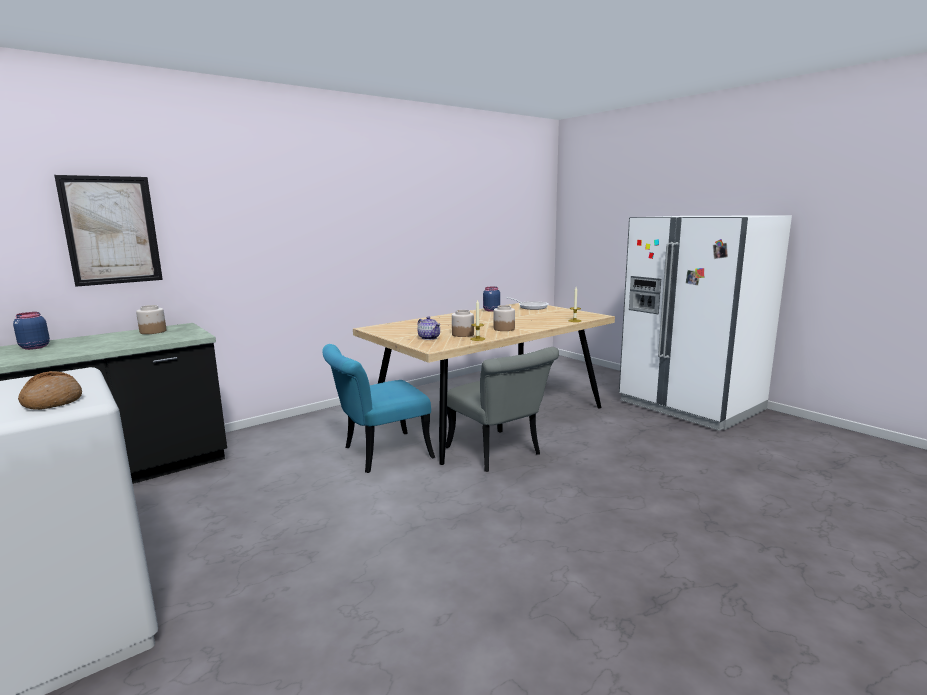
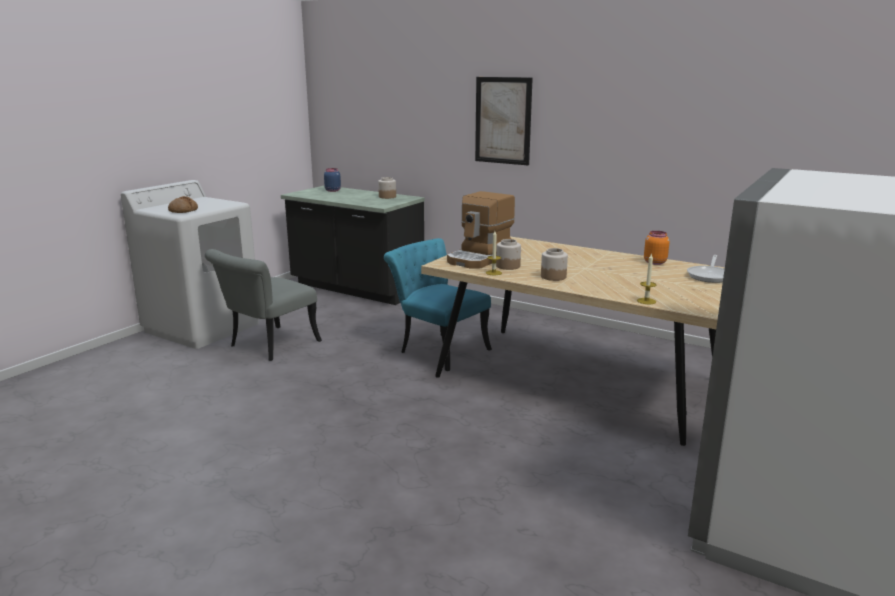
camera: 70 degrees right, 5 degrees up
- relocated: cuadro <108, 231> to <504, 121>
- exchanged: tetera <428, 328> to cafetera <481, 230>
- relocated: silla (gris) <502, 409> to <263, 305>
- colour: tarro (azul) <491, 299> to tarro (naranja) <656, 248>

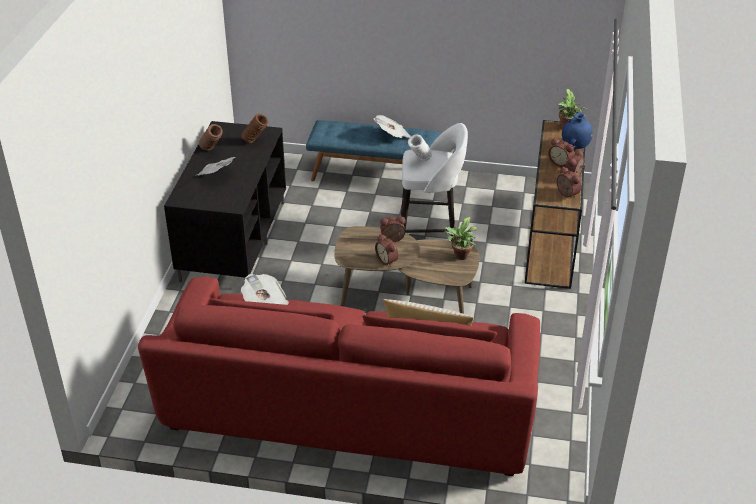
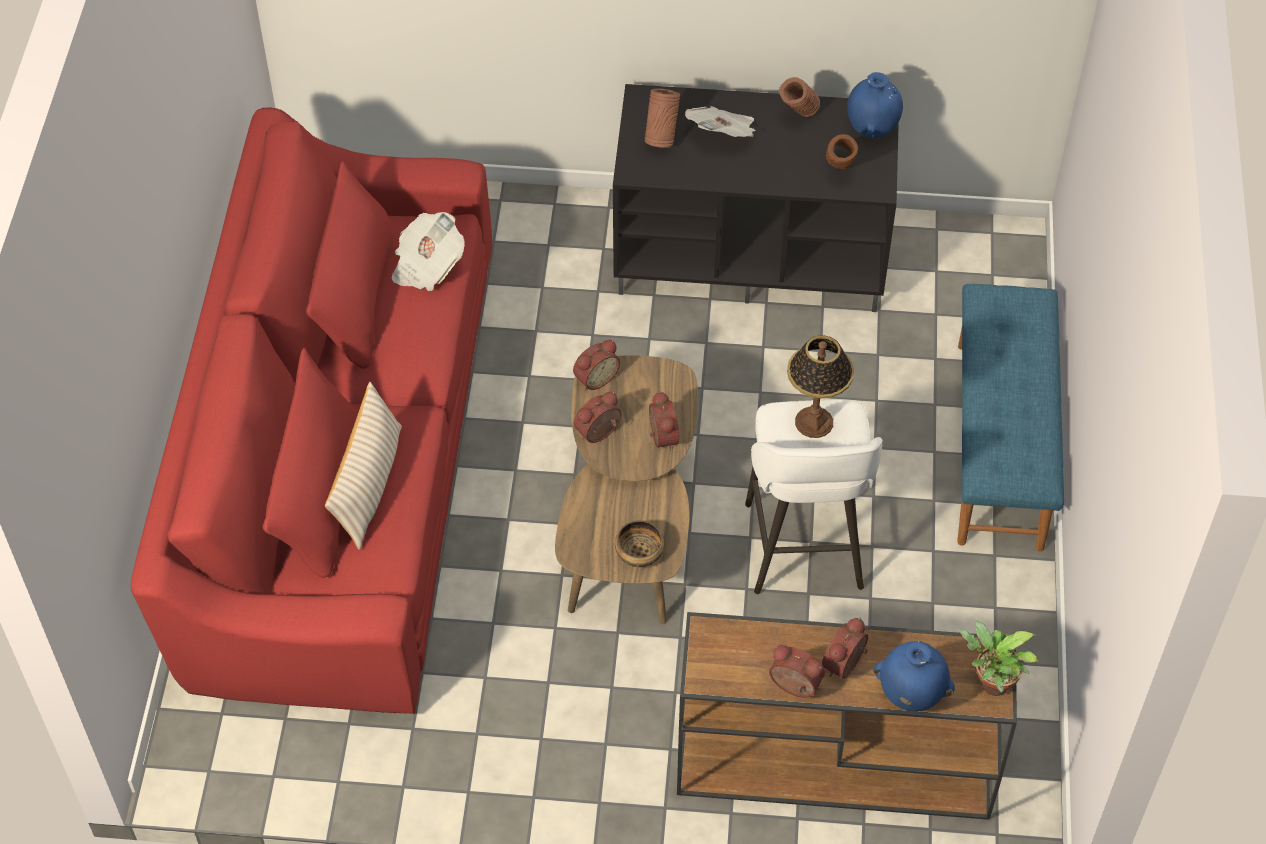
camera: 85 degrees right, 15 degrees up
- missing: periódico <392, 126>
- exchanged: florero (blanco) <420, 147> to lámpara de mesa <820, 386>
- exchanged: planta en maceta <460, 238> to cuenco <639, 543>
- relocated: despertador <569, 182> to <596, 365>
- appeared: florero (marrón) <662, 118>
- appeared: florero (azul) <875, 105>

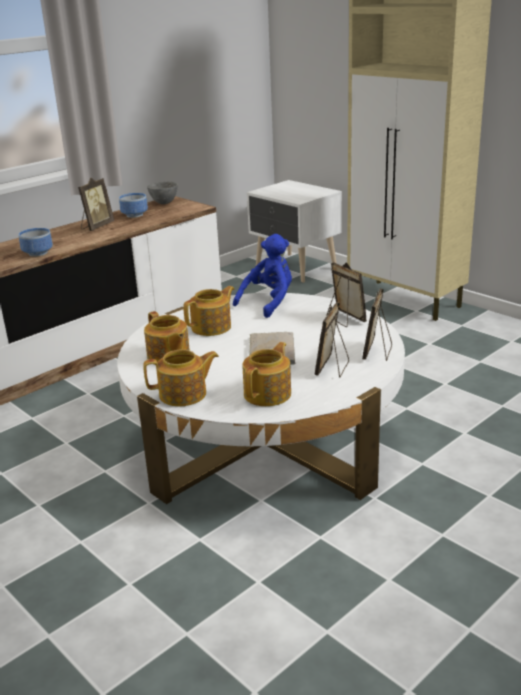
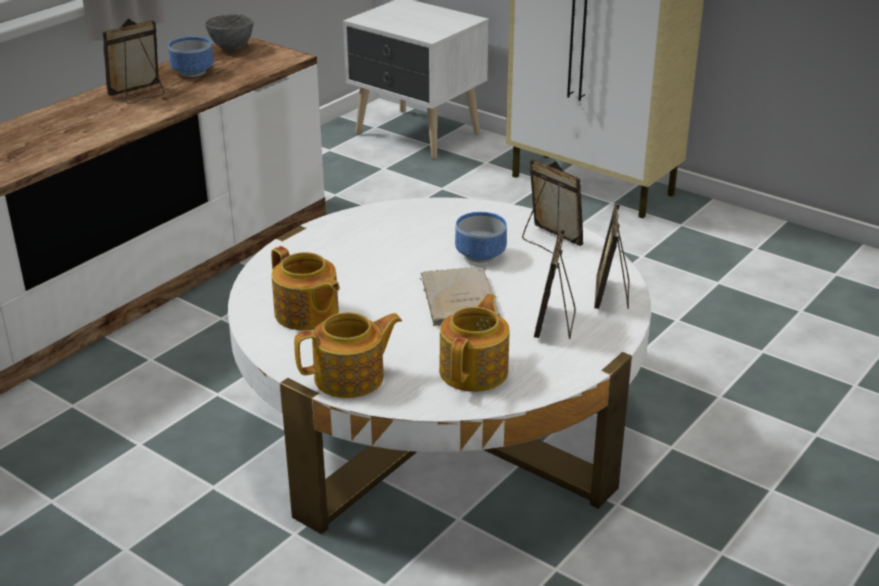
camera: 10 degrees left, 5 degrees up
- relocated: cuenco <35, 242> to <481, 237>
- spun: portarretratos <96, 204> = <133, 61> 150 degrees counterclockwise
- missing: tetera <208, 311>
- missing: peluche (azul) <262, 276>

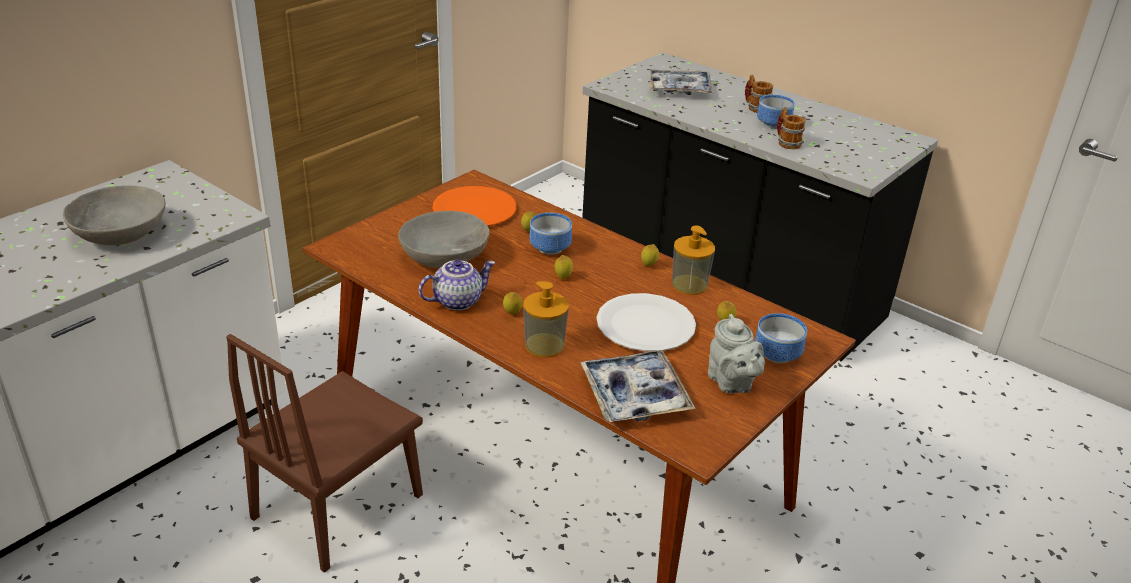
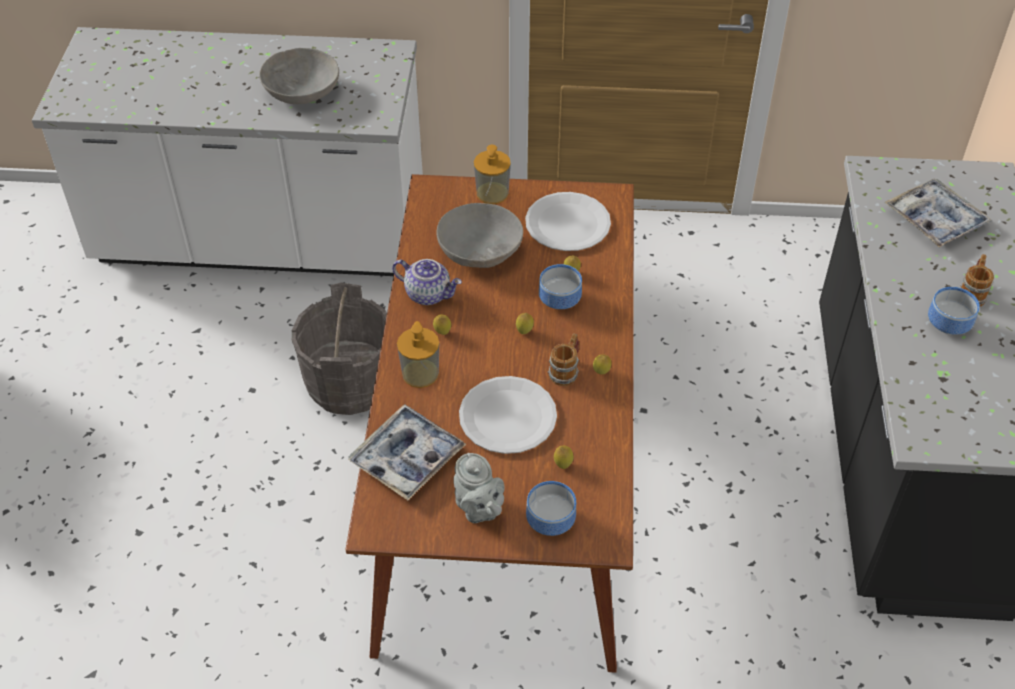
camera: 55 degrees right, 15 degrees up
- exchanged: silla (marrón) <324, 453> to cubo (gris) <339, 348>
- colour: plato (naranja) <474, 206> to plato (blanco) <568, 221>
- relocated: dispensador de jabón <693, 260> to <492, 174>
- spun: tetera (gris) <736, 353> = <479, 488> 60 degrees counterclockwise
- relocated: taza grande <791, 128> to <563, 359>

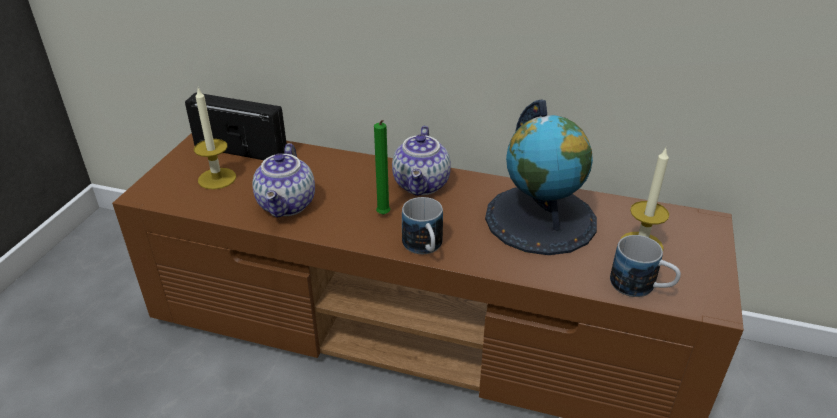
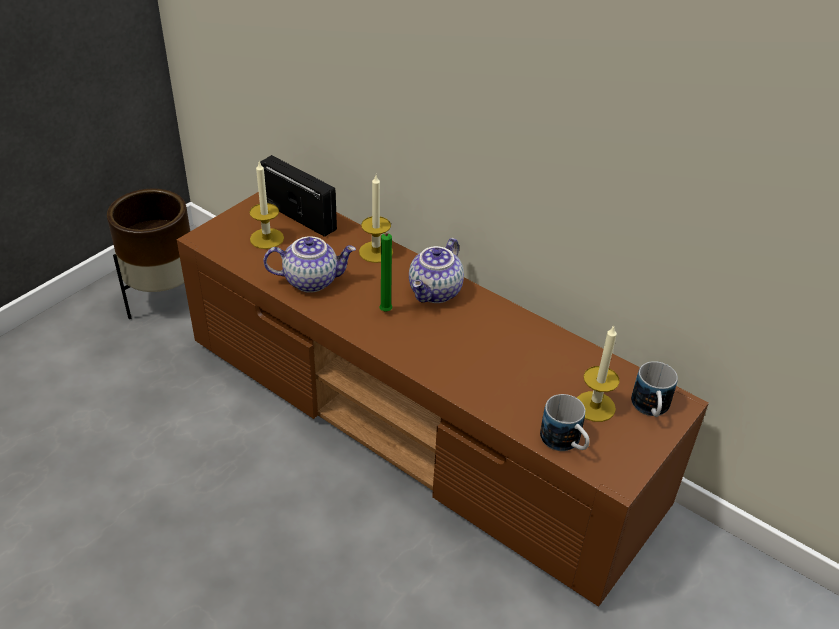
camera: 20 degrees right, 5 degrees up
- spun: tetera <283, 180> = <309, 264> 120 degrees counterclockwise
- relocated: taza grande <422, 225> to <654, 389>
- missing: globo terráqueo <541, 177>
- appeared: maceta (marrón) <148, 254>
- appeared: vela <376, 219>

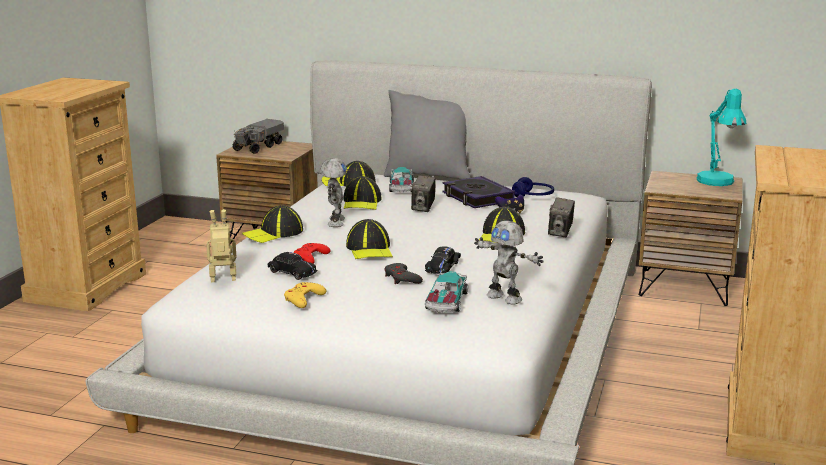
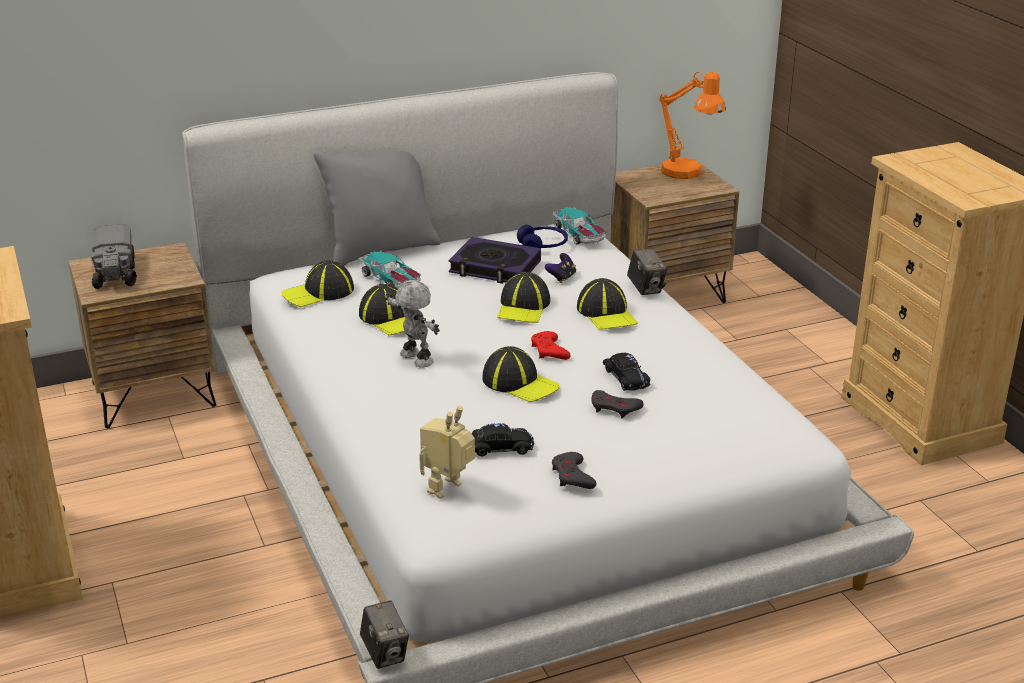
camera: 40 degrees left, 10 degrees up
- relocated: gorra <272, 224> to <523, 297>
- colour: mando de consola (amarillo) <305, 295> to mando de consola (gris) <574, 470>
- relocated: mando de consola (rojo) <312, 253> to <551, 345>
- relocated: cámara <423, 193> to <384, 634>
- relocated: coche de juguete <446, 292> to <579, 225>
- missing: robot de juguete <509, 263>
- colour: lámpara de mesa (turquesa) <721, 137> to lámpara de mesa (naranja) <692, 125>

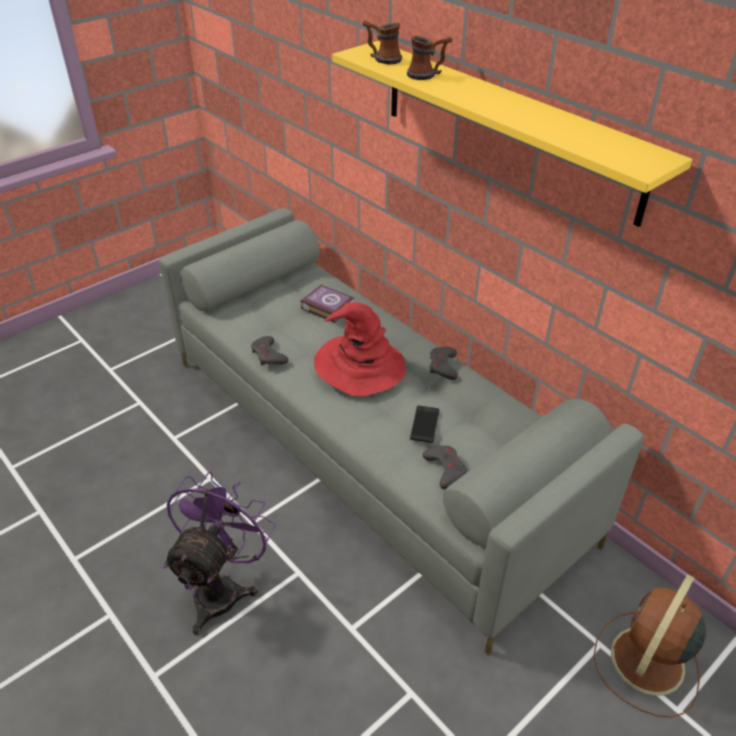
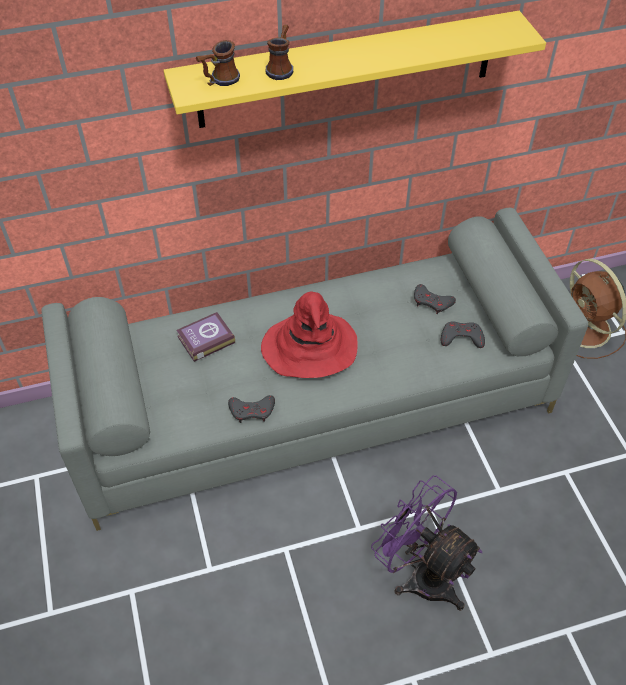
camera: 65 degrees left, 10 degrees up
- missing: móvil <425, 424>
- relocated: mando de consola (gris) <444, 363> to <435, 299>

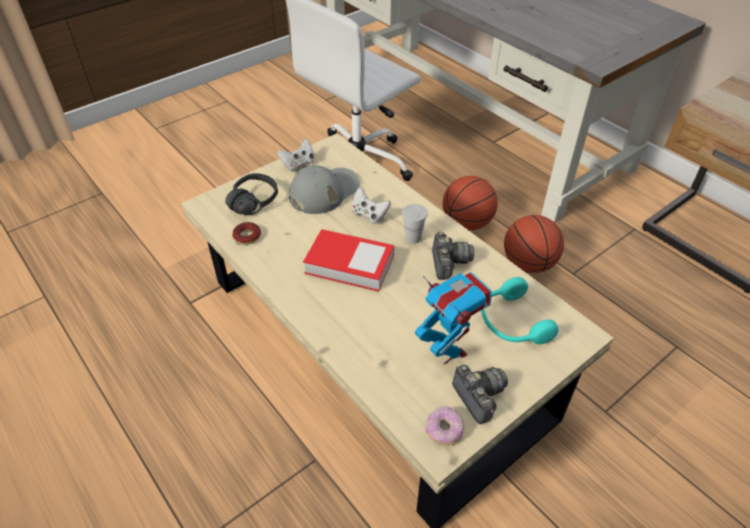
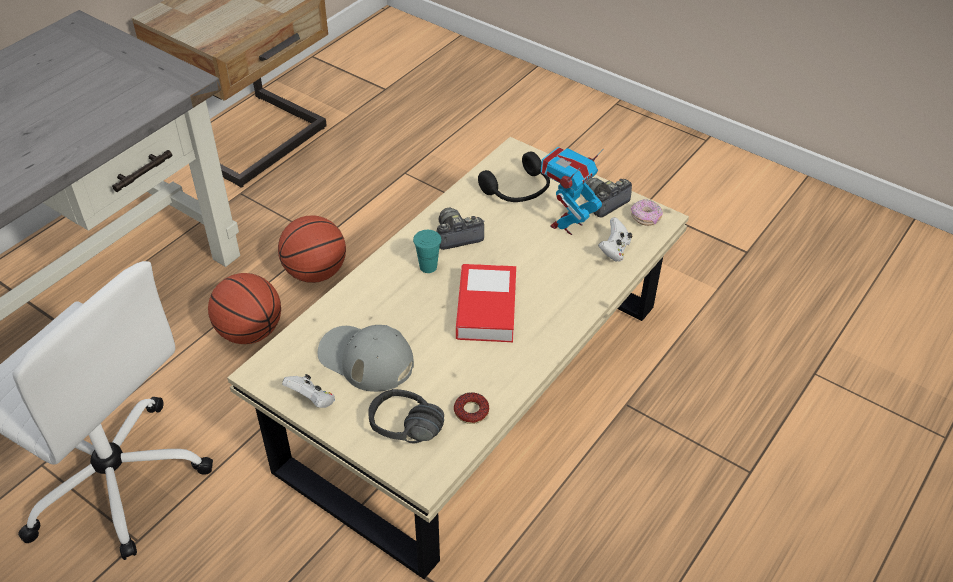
camera: 105 degrees left, 0 degrees up
- relocated: mando de consola (blanco) <371, 205> to <615, 239>
- colour: taza (blanco) <415, 224> to taza (turquesa) <427, 251>
- colour: auriculares (turquesa) <519, 310> to auriculares (negro) <514, 177>

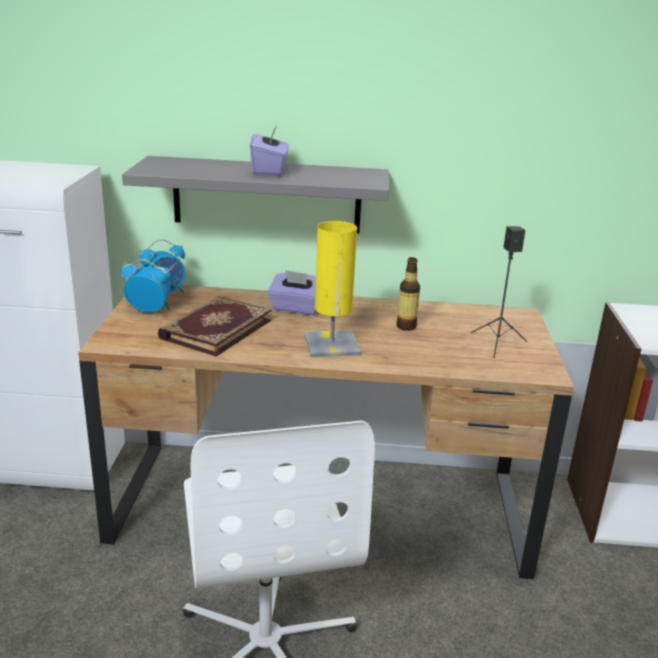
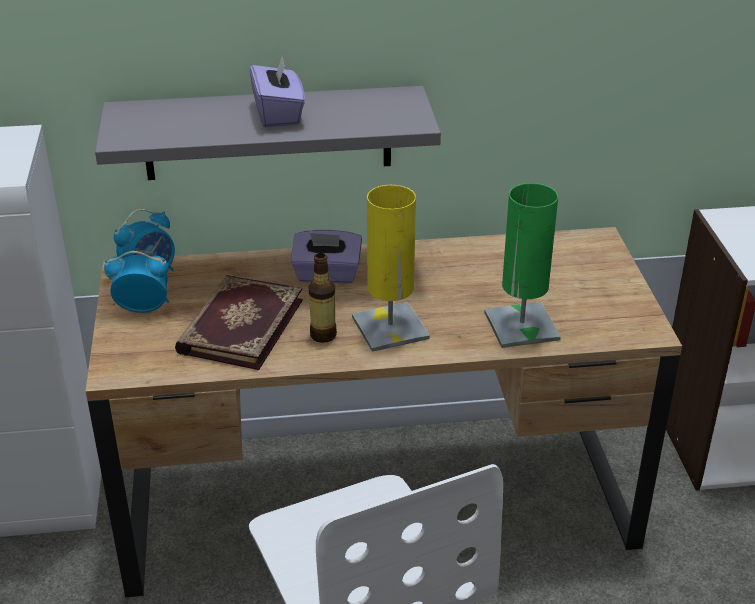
camera: 10 degrees left, 10 degrees up
- relocated: botella <408, 294> to <323, 298>
- missing: altavoz (negro) <499, 292>
- appeared: lámpara de mesa (verde) <522, 265>

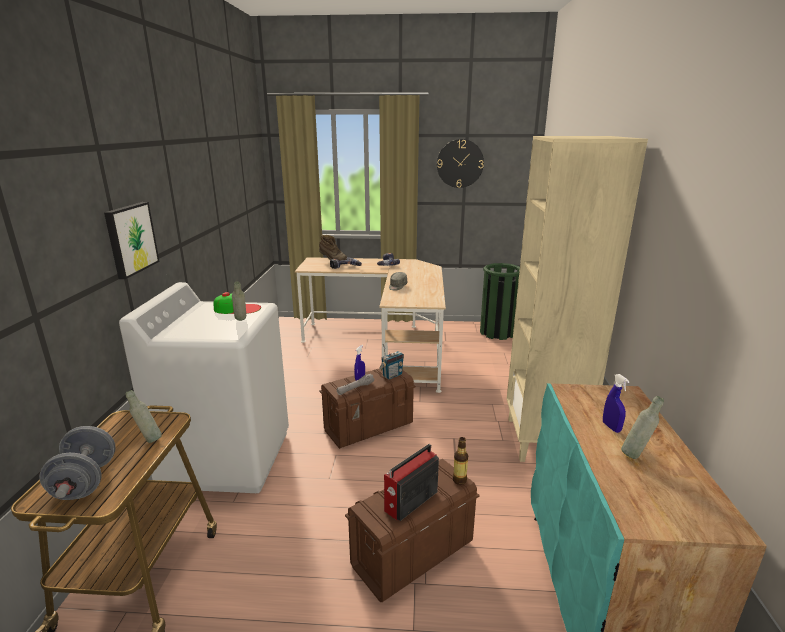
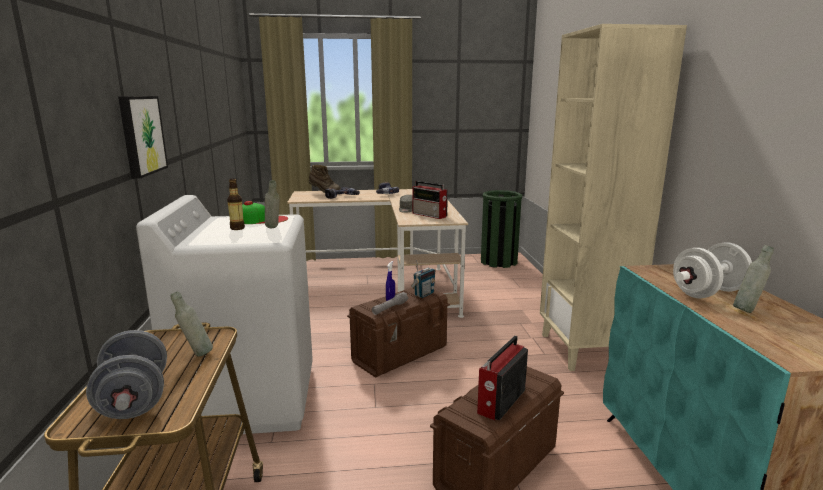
camera: 10 degrees left, 5 degrees down
- missing: reloj de pared <460, 163>
- relocated: botella <460, 461> to <236, 204>
- exchanged: pulverizador (azul) <616, 403> to mancuerna (blanco) <712, 270>
- appeared: radio <430, 200>

